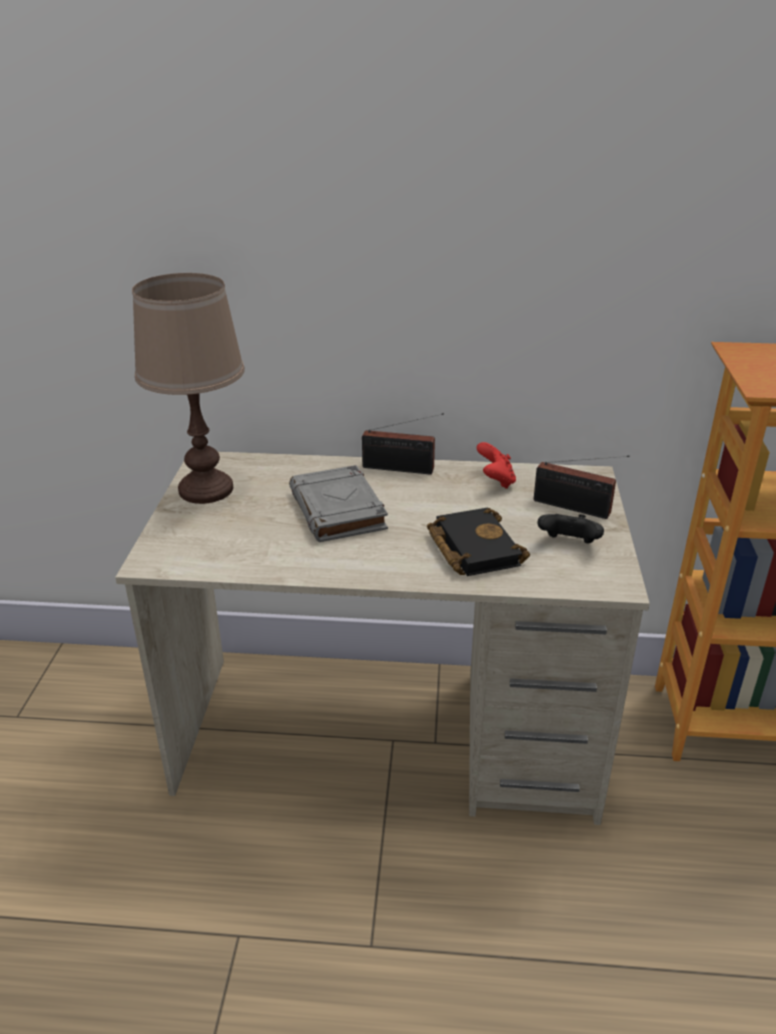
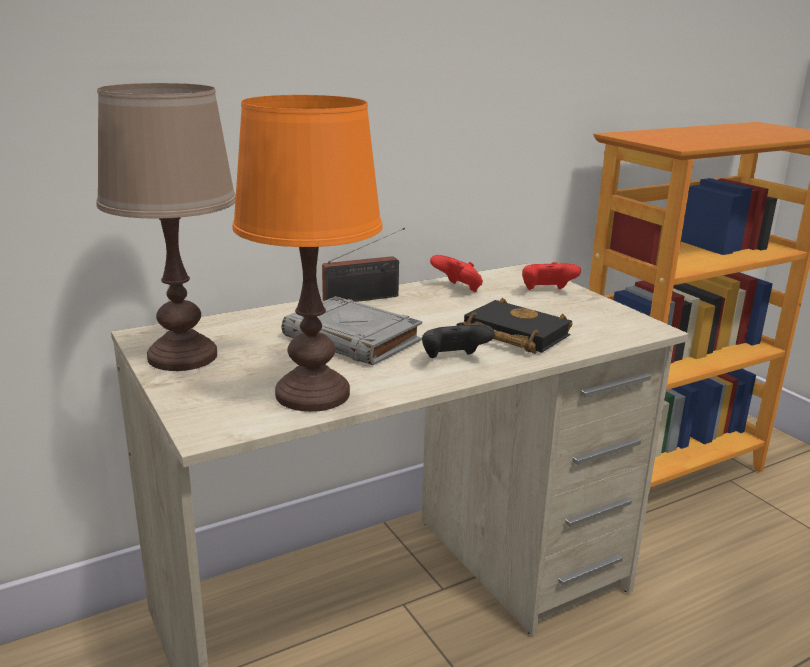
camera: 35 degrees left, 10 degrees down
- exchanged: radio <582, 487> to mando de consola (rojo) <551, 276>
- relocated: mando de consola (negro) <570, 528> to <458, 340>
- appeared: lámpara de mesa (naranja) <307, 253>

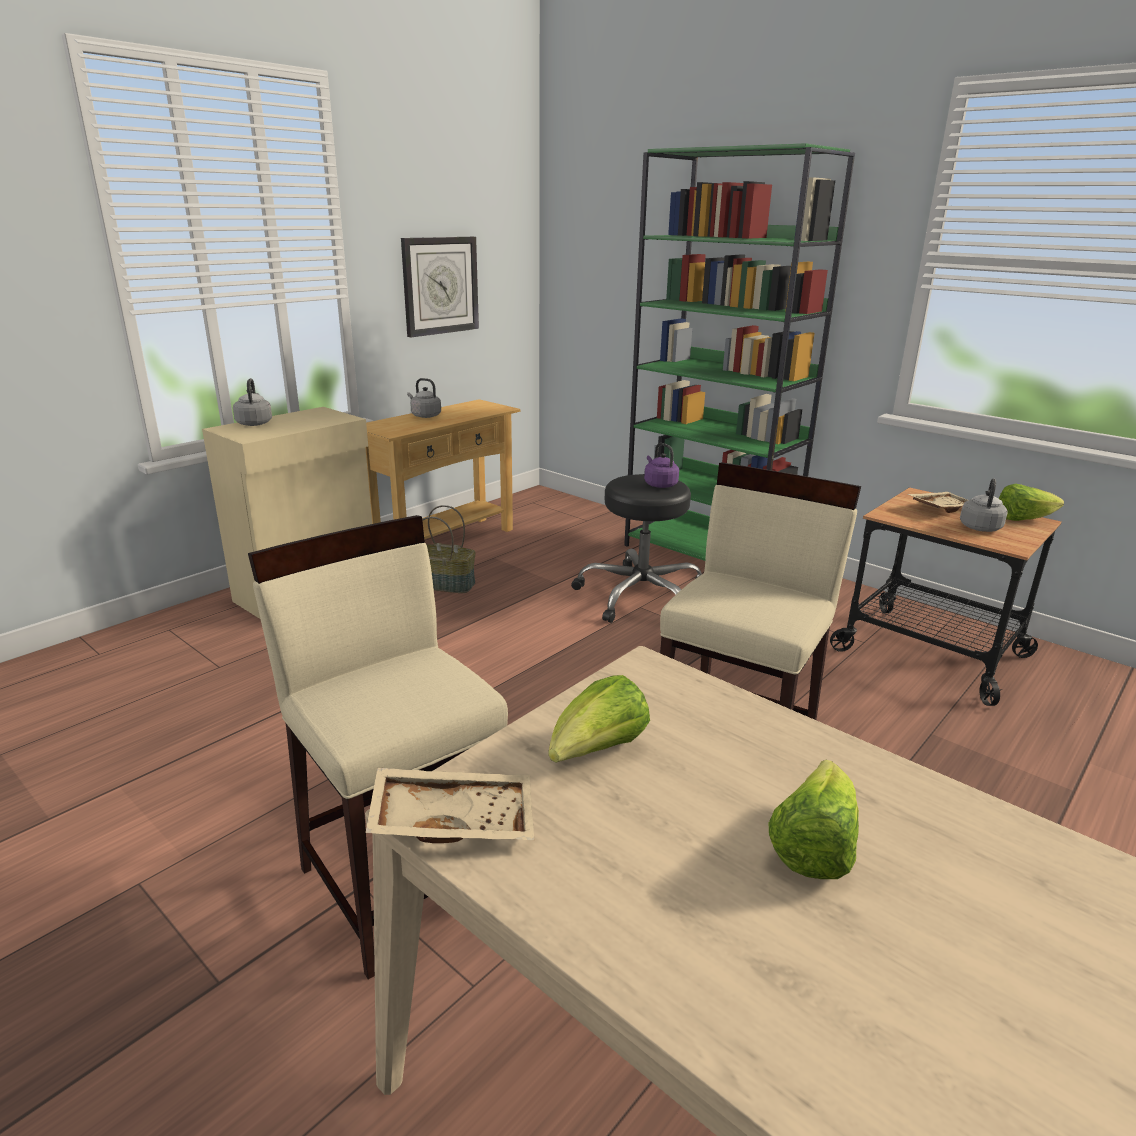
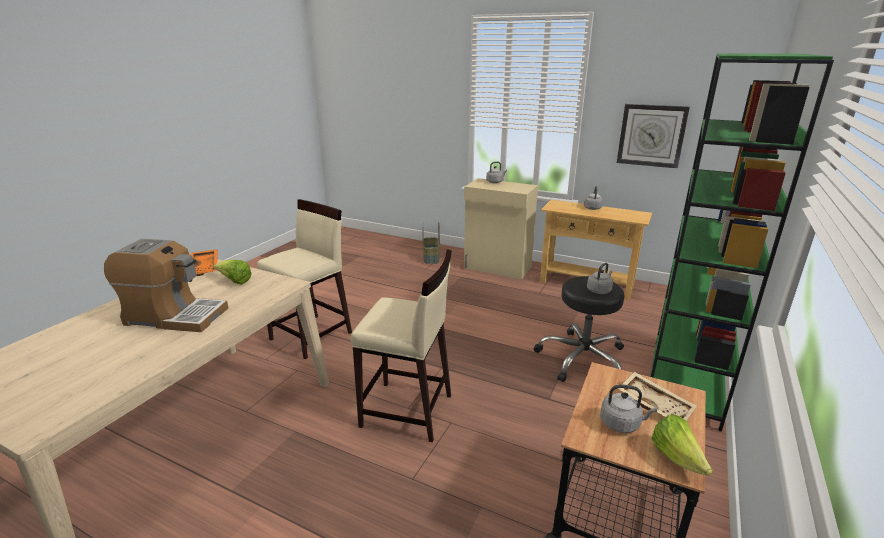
camera: 75 degrees right, 0 degrees up
- colour: bandeja (beis) <449, 805> to bandeja (naranja) <203, 262>
- relocated: cesta <449, 549> to <431, 243>
- colour: hervidor (morado) <661, 465> to hervidor (gris) <600, 278>
- exchanged: lechuga <814, 819> to cafetera <166, 285>

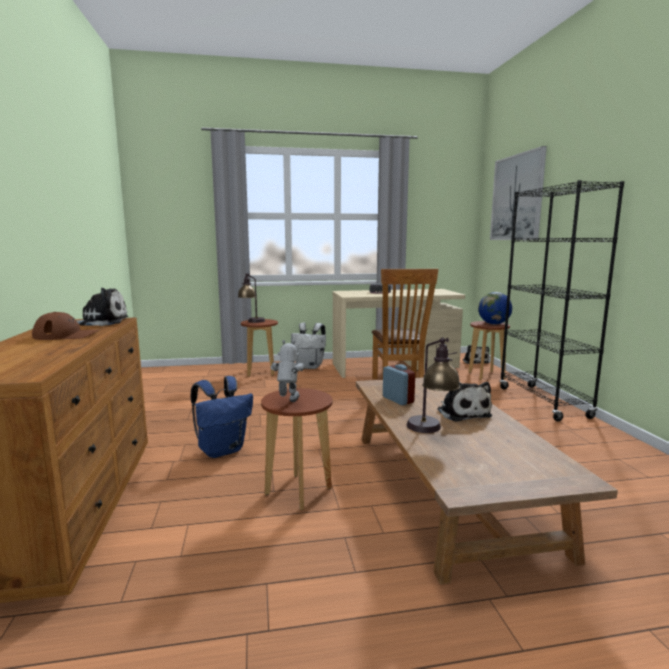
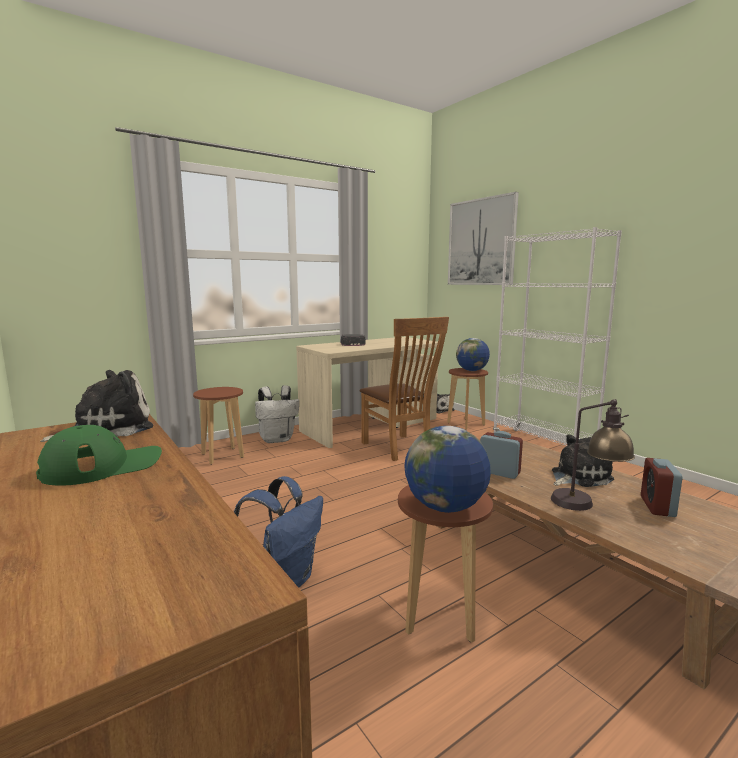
camera: 25 degrees left, 0 degrees up
- colour: gorra (marrón) <65, 326> to gorra (verde) <99, 455>
- missing: lámpara de mesa <251, 298>
- exchanged: robot de juguete <287, 371> to globo terráqueo <447, 469>
- spun: peluche <465, 402> = <583, 460> 75 degrees counterclockwise
- colour: estantería (negro) <562, 300> to estantería (blanco) <557, 336>
- appeared: despertador <661, 487>

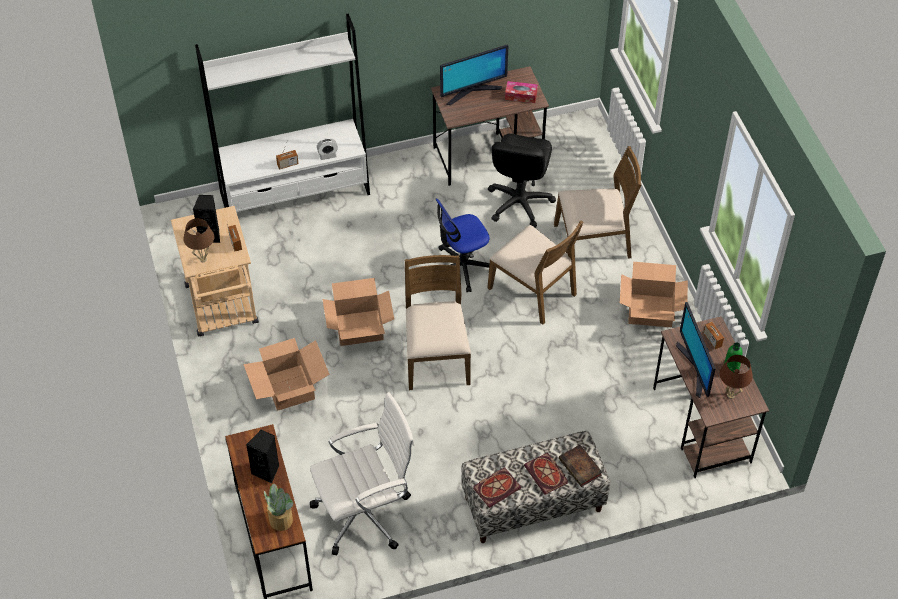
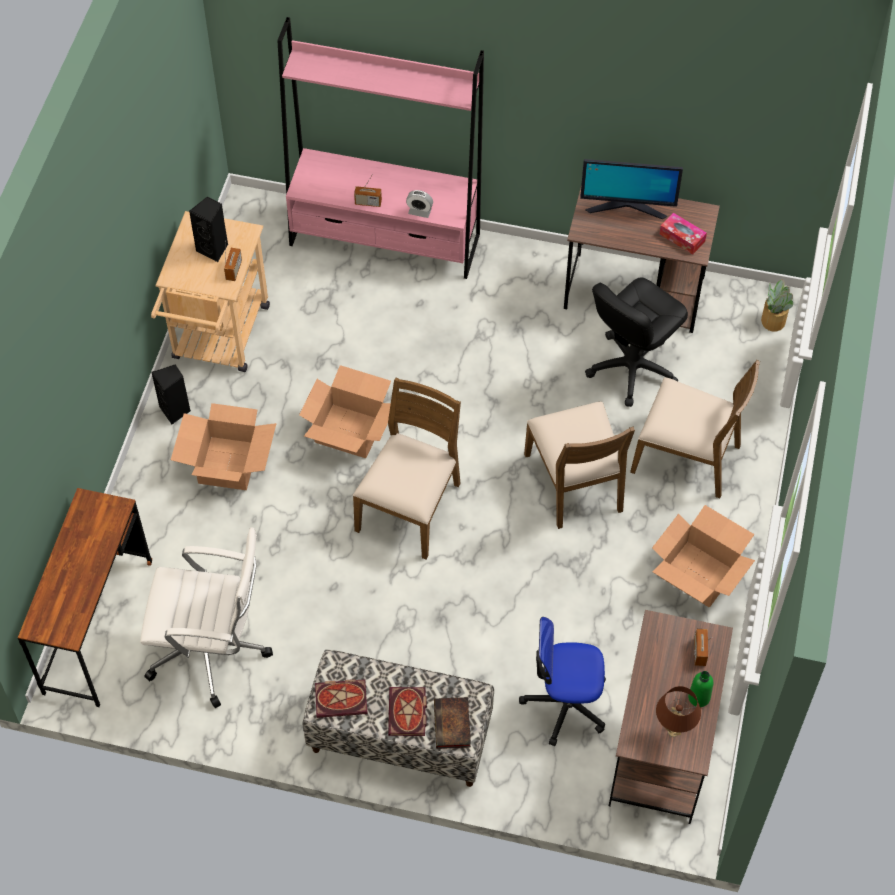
camera: 30 degrees right, 5 degrees up
- missing: lámpara de mesa (marrón) <199, 240>
- colour: estantería (blanco) <282, 113> to estantería (rosa) <380, 148>
- relocated: altavoz (negro) <262, 456> to <170, 395>
- relocated: planta en maceta <278, 507> to <777, 305>
- relocated: silla de oficina <463, 245> to <562, 681>
- missing: monitor <696, 350>

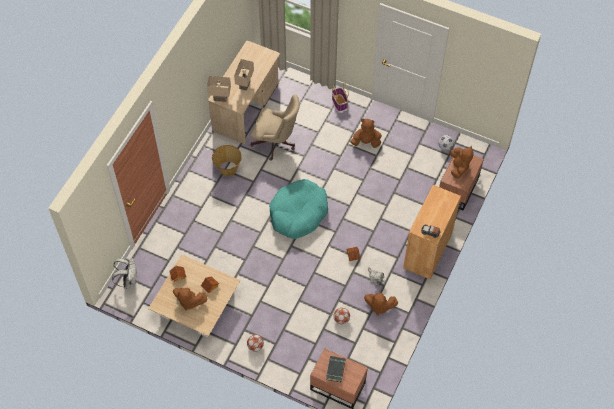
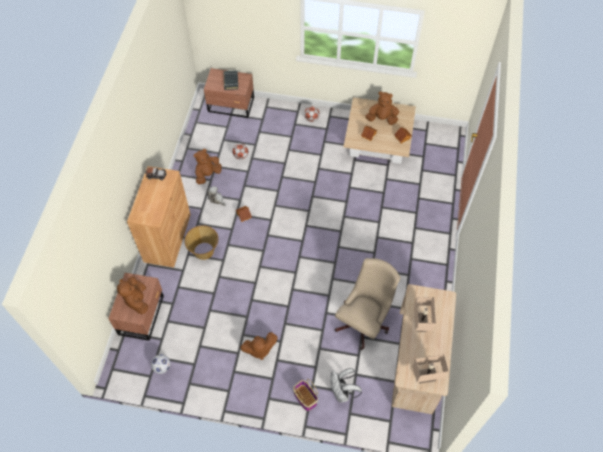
camera: 165 degrees right, 0 degrees up
- relocated: mochila (blanco) <124, 273> to <346, 385>
- relocated: lámpara de mesa (beis) <219, 89> to <430, 369>
- relocated: cesta <227, 160> to <201, 242>
- spun: silla de oficina (beis) <275, 127> = <367, 304> 120 degrees clockwise
- missing: cama para perro (turquesa) <298, 209>
- spun: peluche (marrón) <381, 304> = <208, 166> 45 degrees counterclockwise

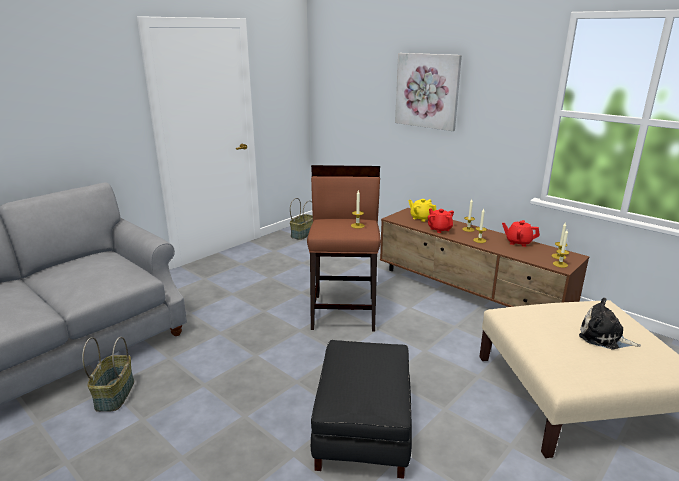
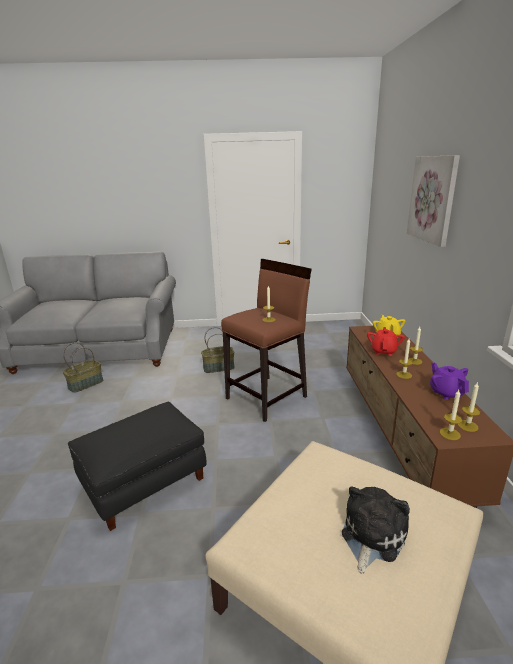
camera: 45 degrees right, 0 degrees up
- relocated: cesta <301, 219> to <218, 350>
- colour: tetera (rojo) <521, 233> to tetera (morado) <449, 381>
- spun: peluche <610, 324> = <376, 530> 45 degrees clockwise

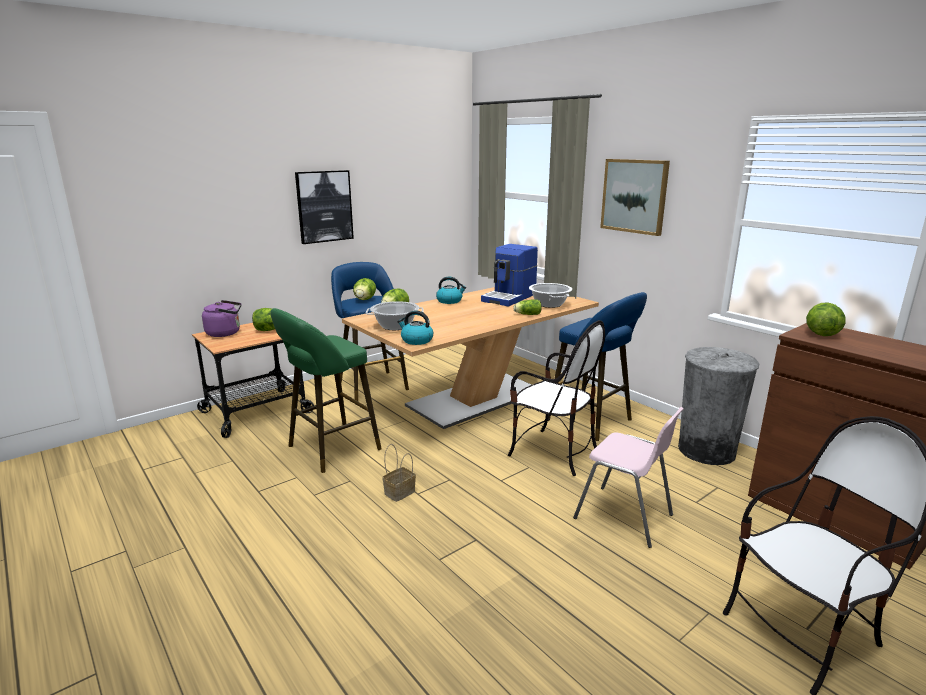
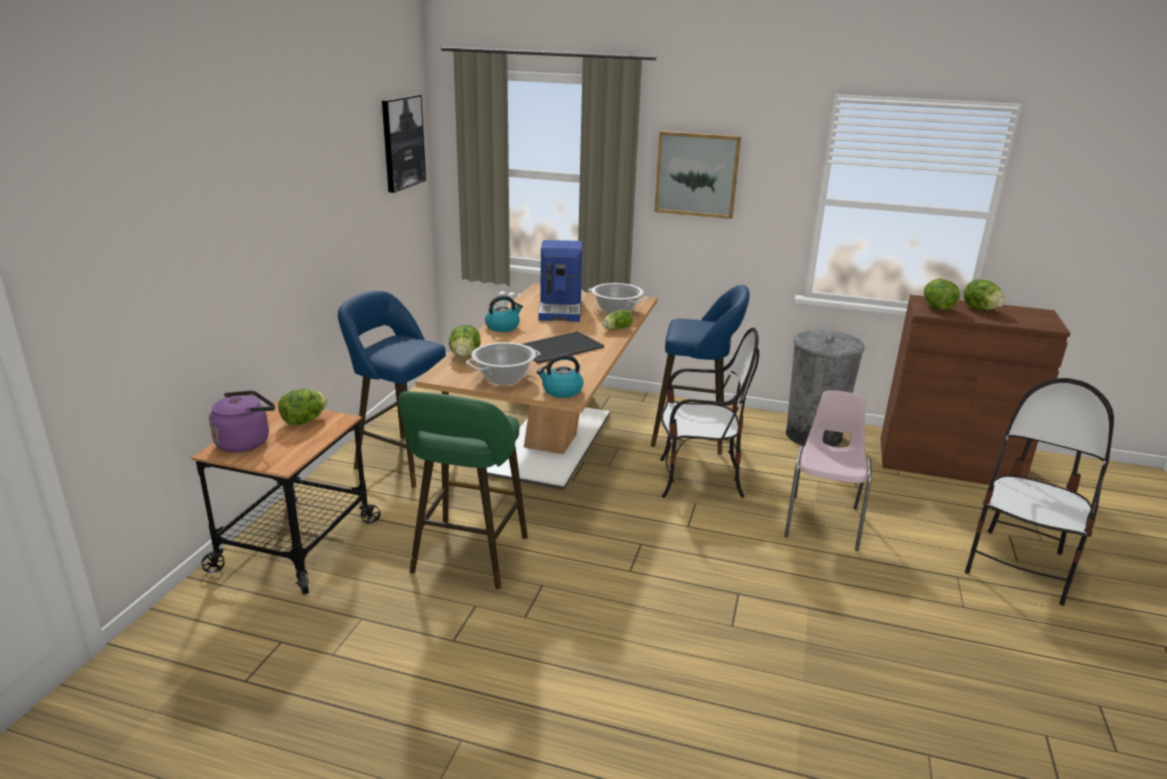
camera: 35 degrees left, 5 degrees up
- relocated: cuadro <324, 207> to <404, 144>
- relocated: lechuga <364, 289> to <984, 294>
- missing: cesta <399, 473>
- spun: silla (rosa) <628, 477> = <828, 471> 75 degrees counterclockwise
- appeared: bandeja <563, 347>

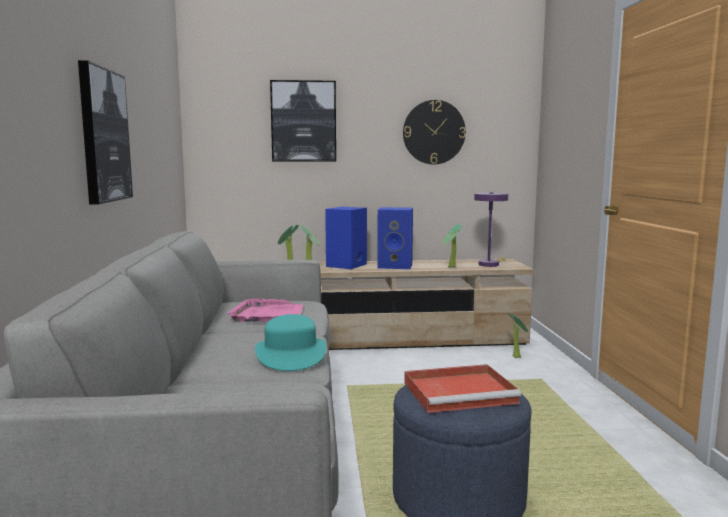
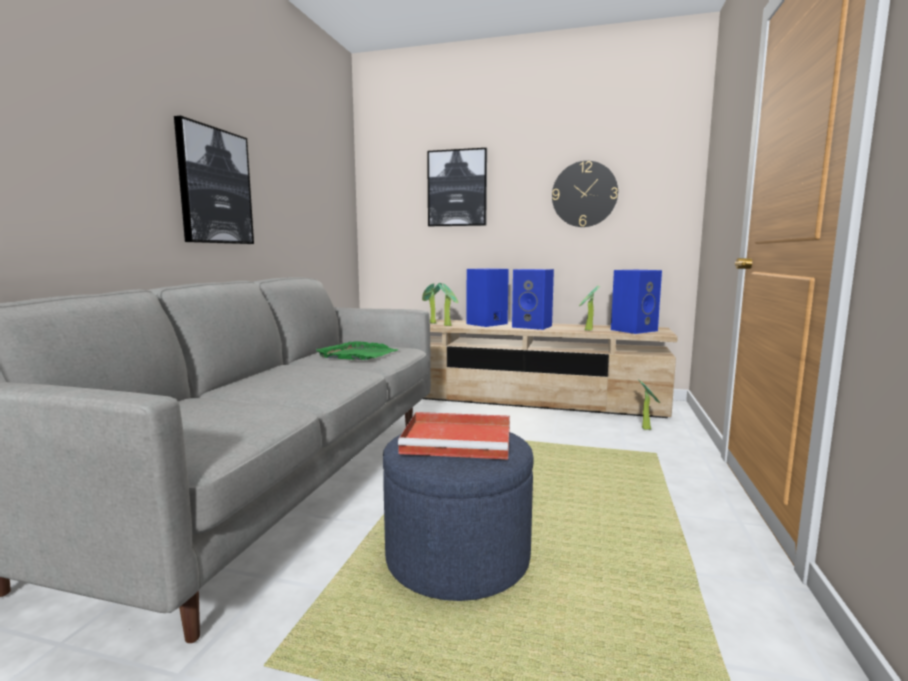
camera: 20 degrees right, 0 degrees up
- colour: bandeja (rosa) <265, 310> to bandeja (verde) <357, 350>
- missing: sombrero (turquesa) <290, 342>
- exchanged: lámpara de mesa (morado) <491, 229> to altavoz (azul) <636, 302>

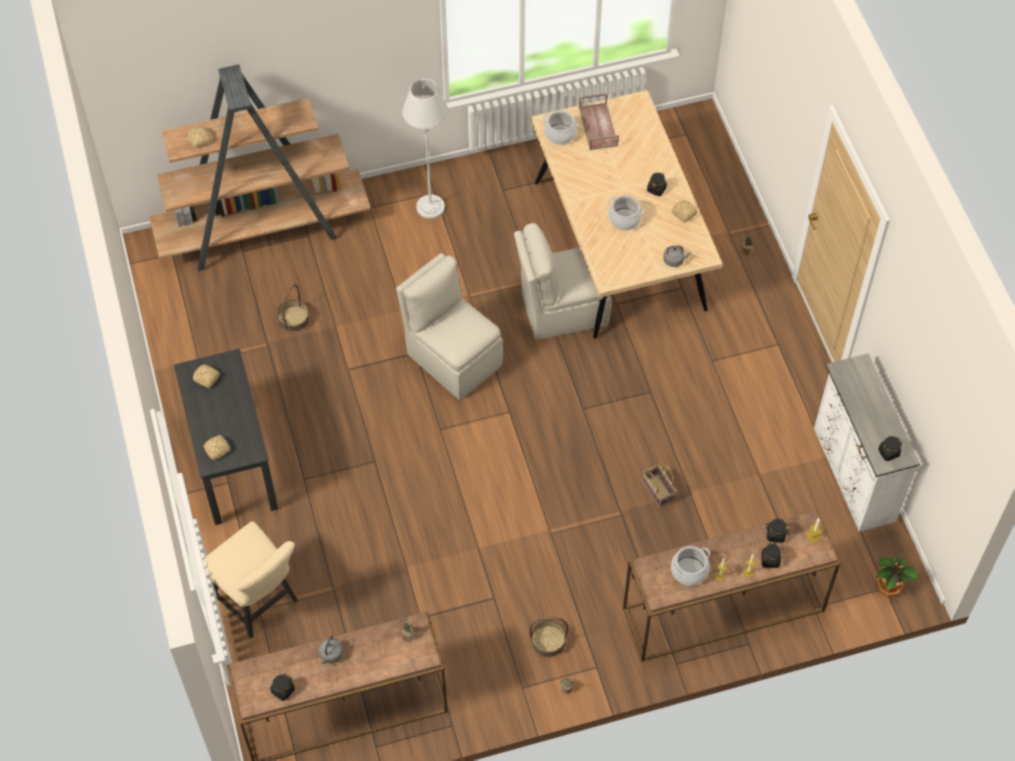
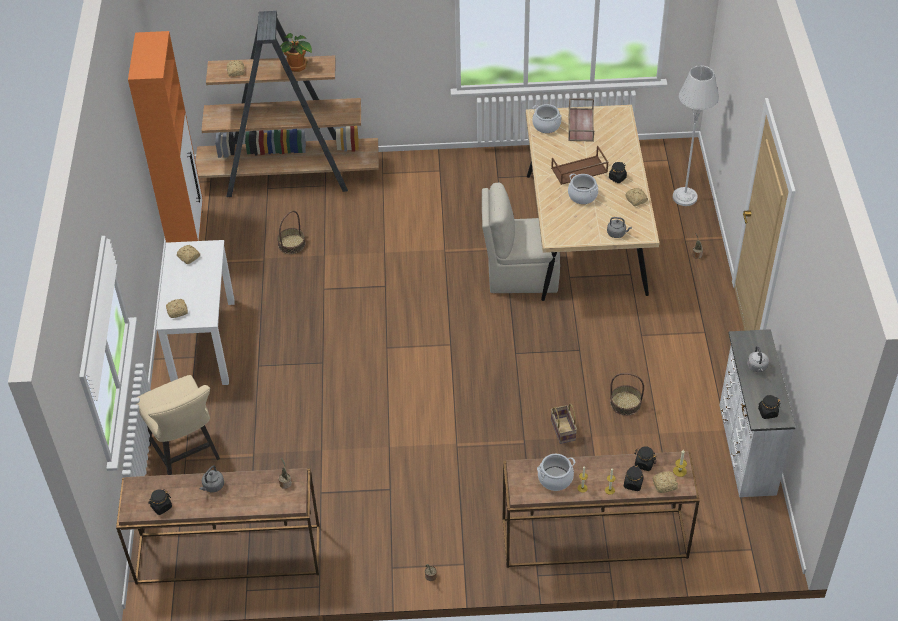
camera: 15 degrees right, 10 degrees down
- colour: escritorio (negro) <226, 437> to escritorio (blanco) <195, 312>
- missing: silla (beis) <449, 326>
- relocated: lámpara de pie (gris) <425, 148> to <695, 135>
- relocated: cesta <548, 637> to <627, 394>
- relocated: planta en maceta <897, 577> to <296, 52>
- appeared: armario (naranja) <165, 137>
- appeared: bandeja (marrón) <580, 165>
- appeared: pan <665, 482>
- appeared: hervidor (gris) <758, 359>

